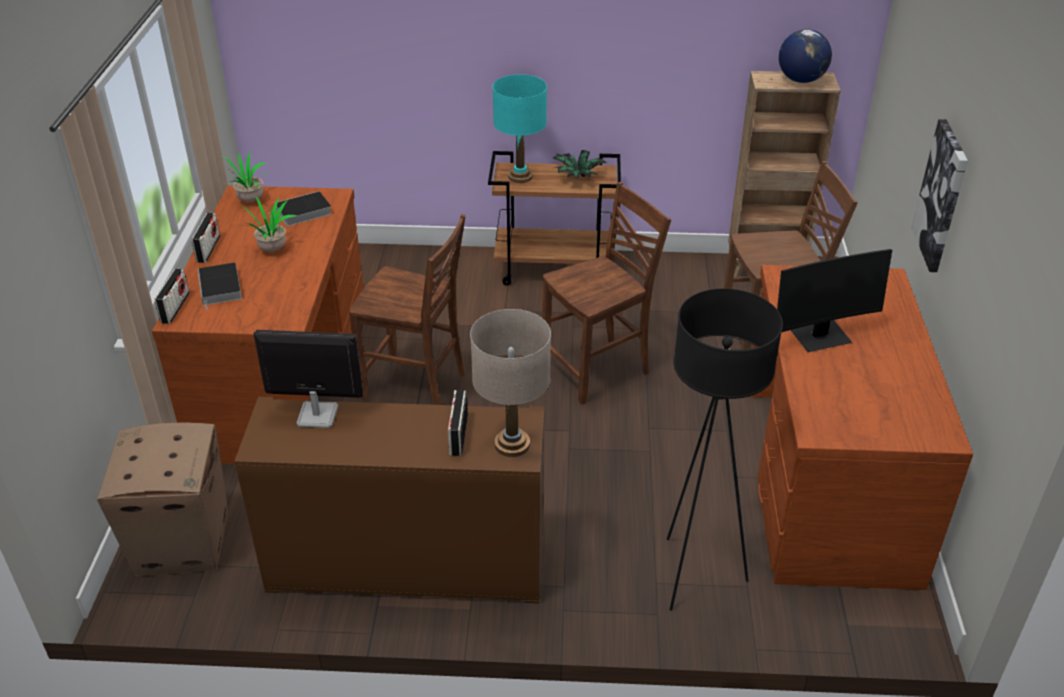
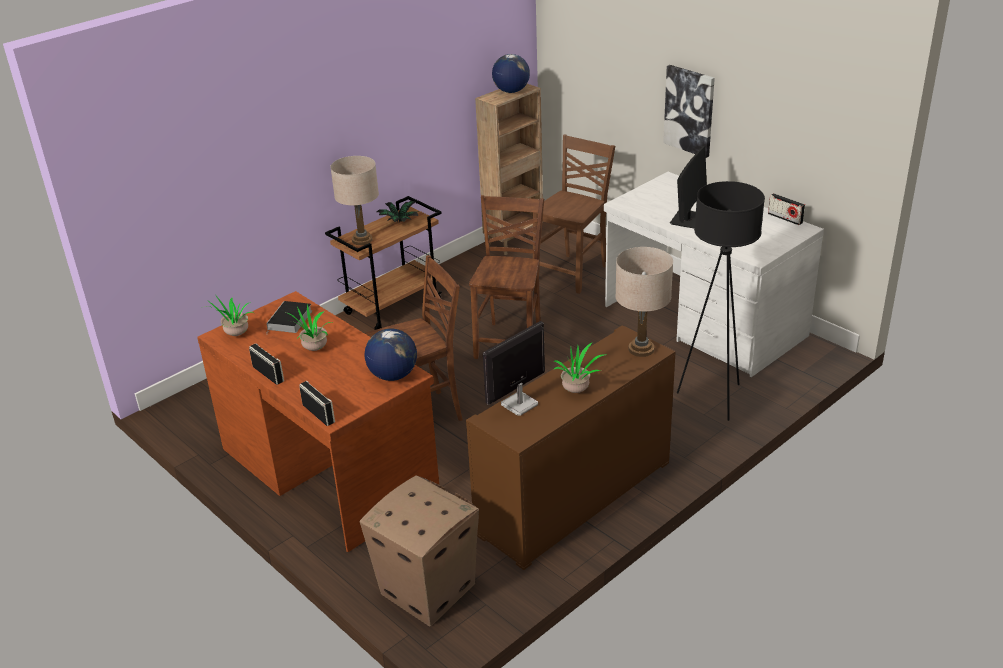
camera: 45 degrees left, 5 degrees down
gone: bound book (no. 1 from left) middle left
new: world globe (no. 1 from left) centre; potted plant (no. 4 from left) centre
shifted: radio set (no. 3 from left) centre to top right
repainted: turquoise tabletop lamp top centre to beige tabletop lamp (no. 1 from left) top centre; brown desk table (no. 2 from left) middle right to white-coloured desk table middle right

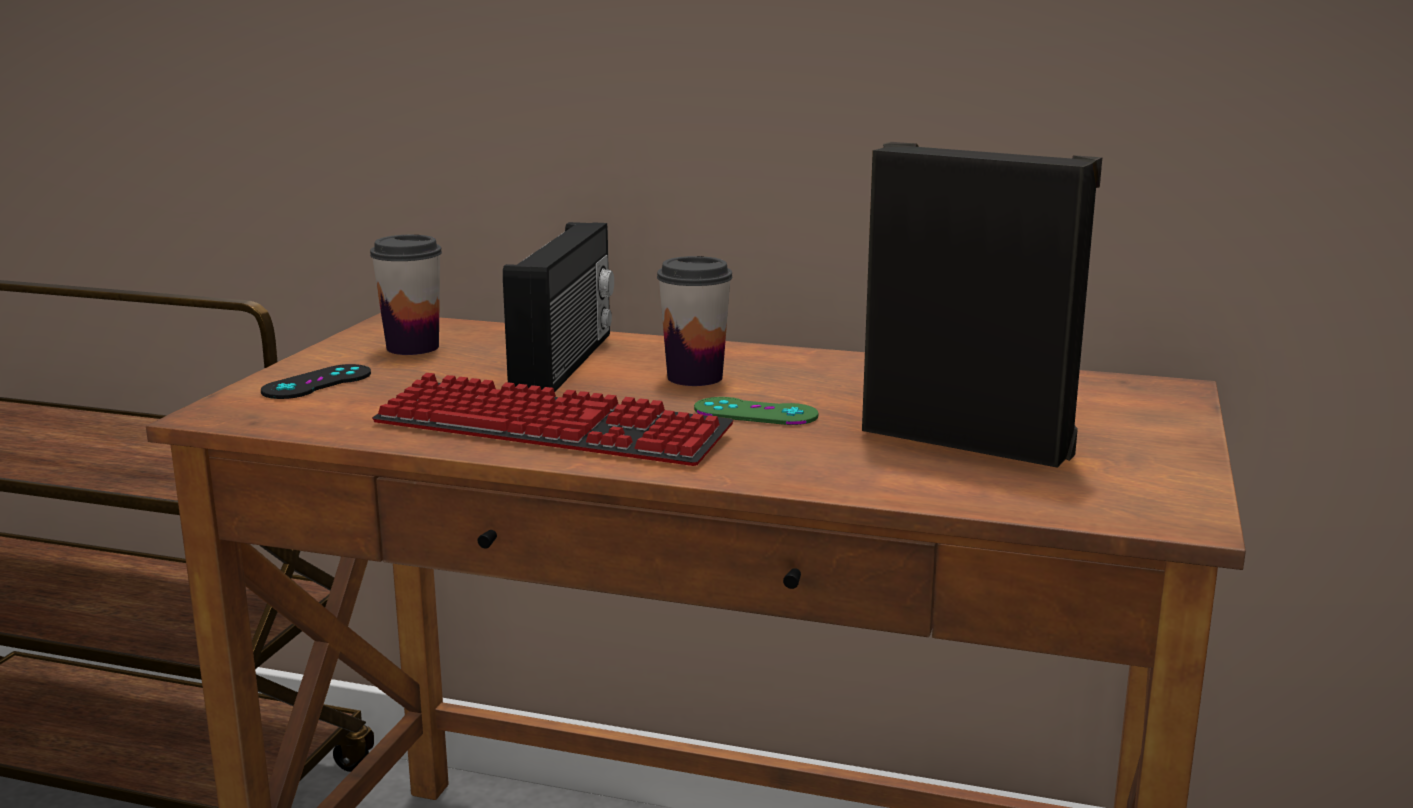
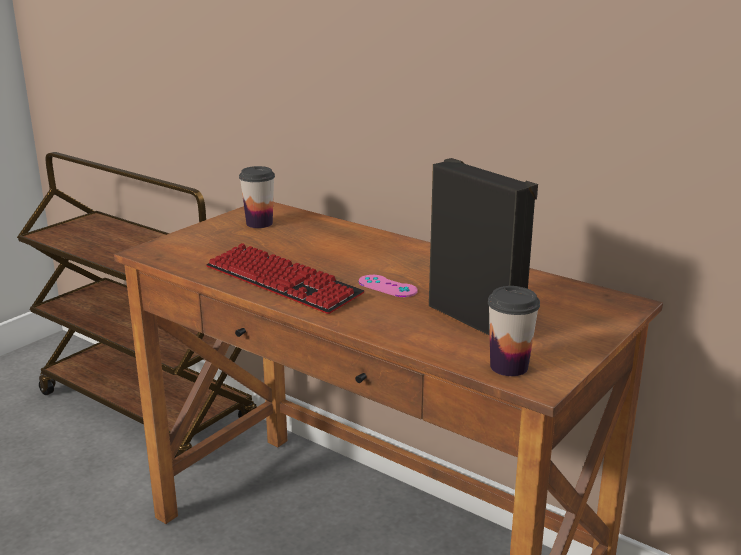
camera: 20 degrees right, 5 degrees up
gone: black game controller middle left; radio set centre
shifted: cup (no. 2 from left) centre to middle right
repainted: green game controller centre to pink game controller centre

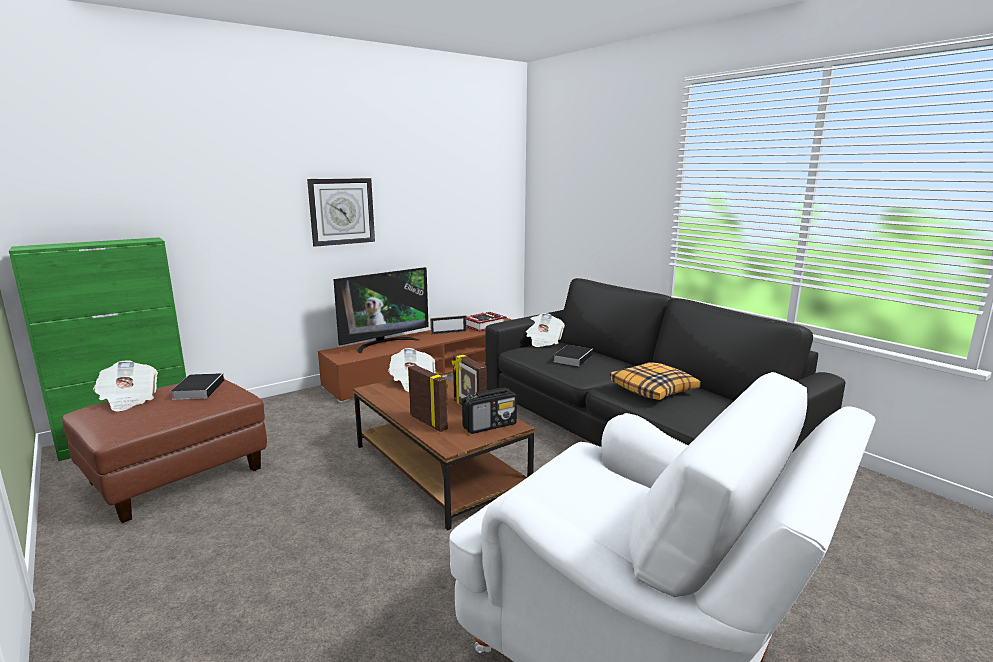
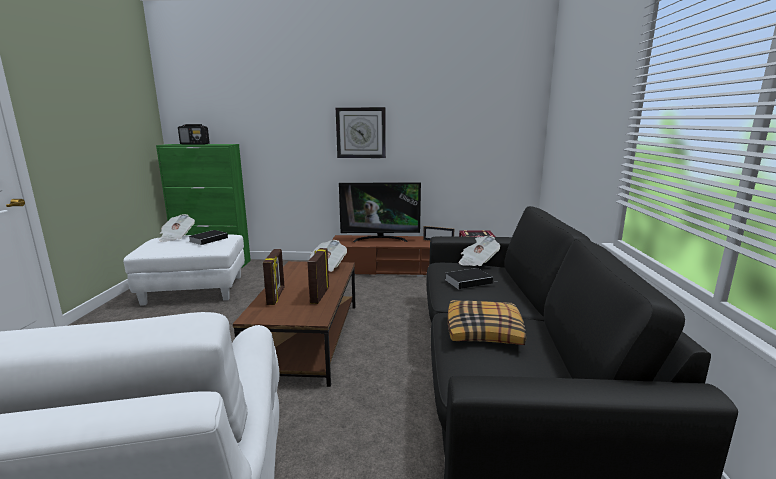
camera: 40 degrees right, 0 degrees up
shifted: radio set centre to top left
repainted: brown pouffe bottom left to white-coloured pouffe middle left

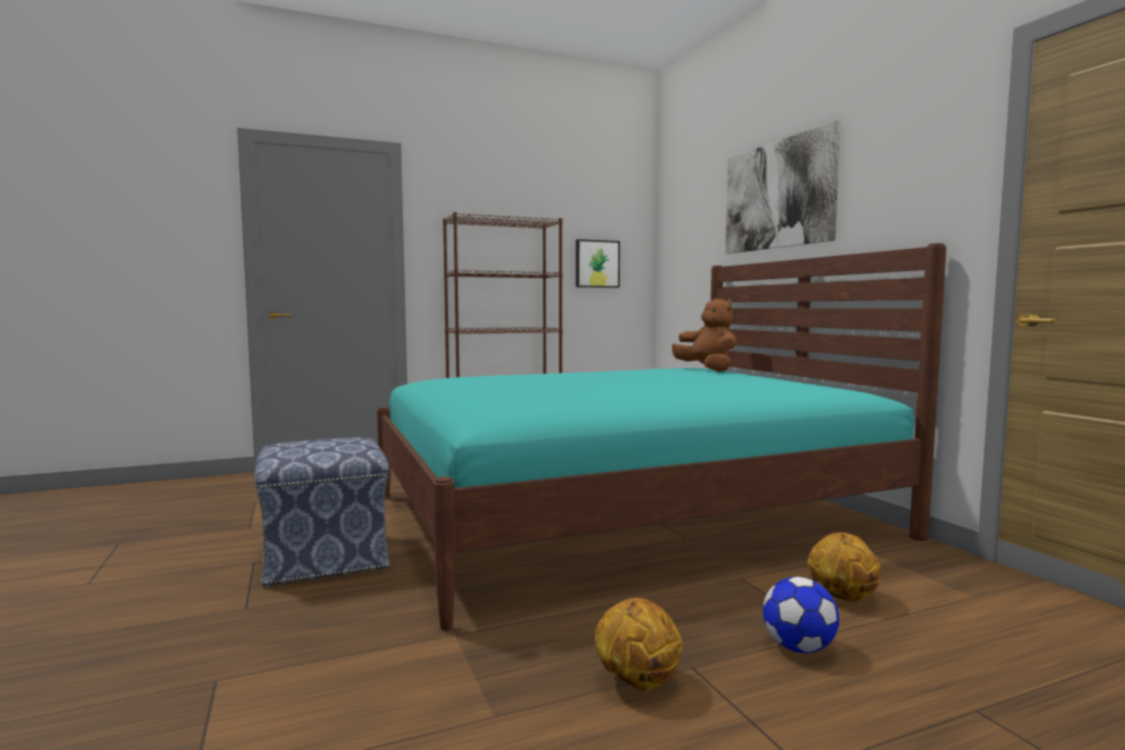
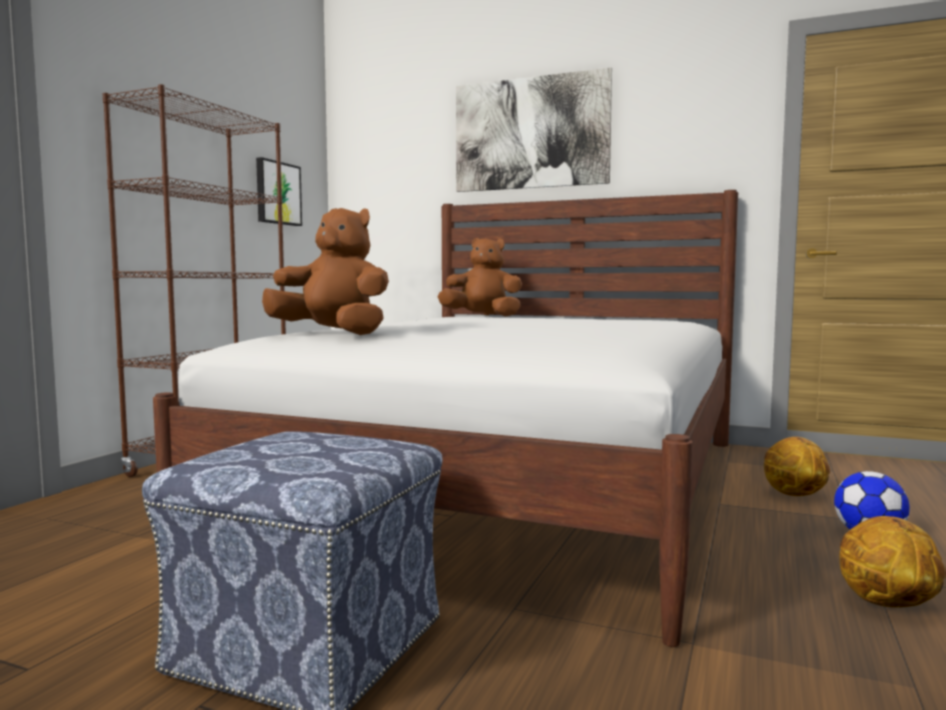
camera: 45 degrees left, 0 degrees up
new: brown plush toy (no. 1 from left) centre
repainted: turquoise bed centre to white-coloured bed centre

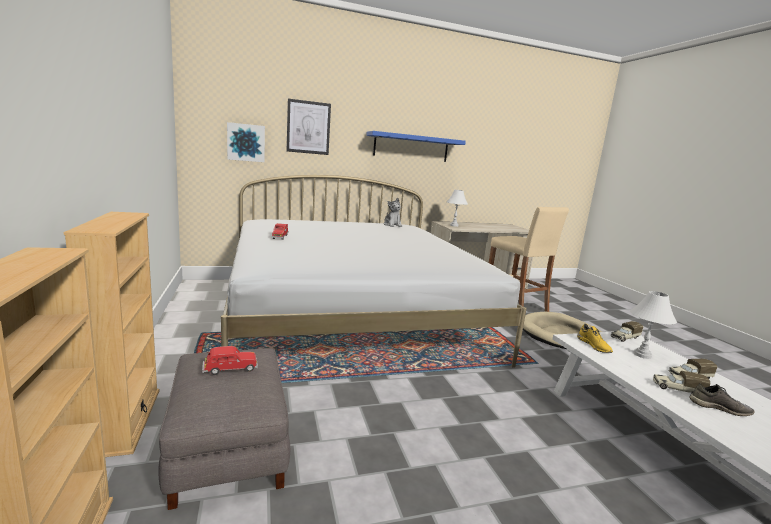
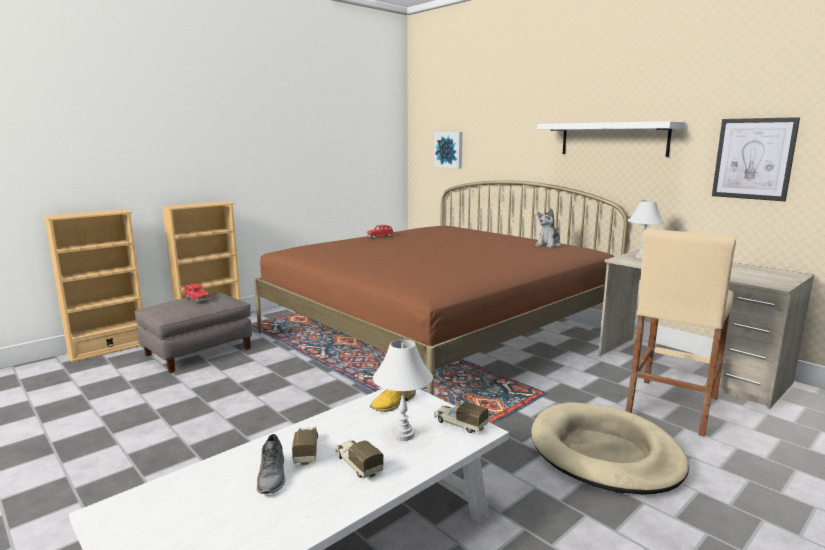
camera: 65 degrees right, 0 degrees up
shifted: wall art (no. 2 from left) top centre to top right
repainted: white-coloured bed centre to brown bed centre; blue-coloured shelf top centre to white-coloured shelf top right

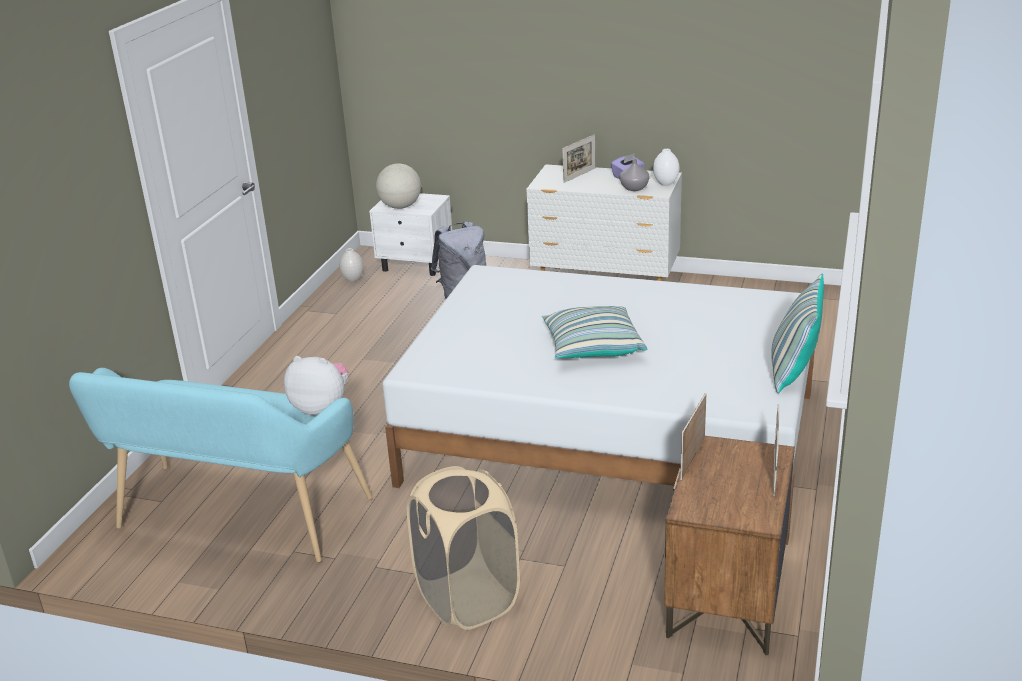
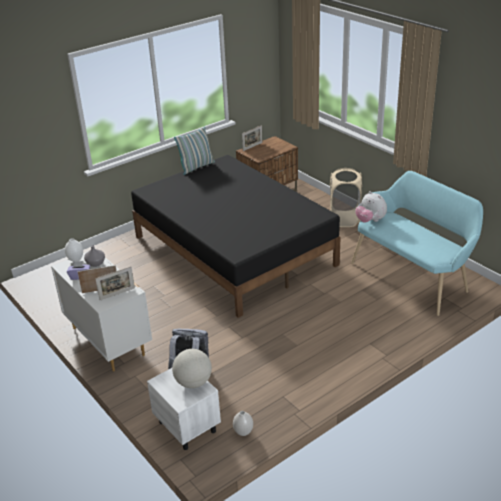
camera: 145 degrees left, 5 degrees up
gone: cushion (no. 1 from left) centre
shifted: standing frame (no. 2 from left) middle right to middle left
repainted: white-coloured bed centre to black bed centre

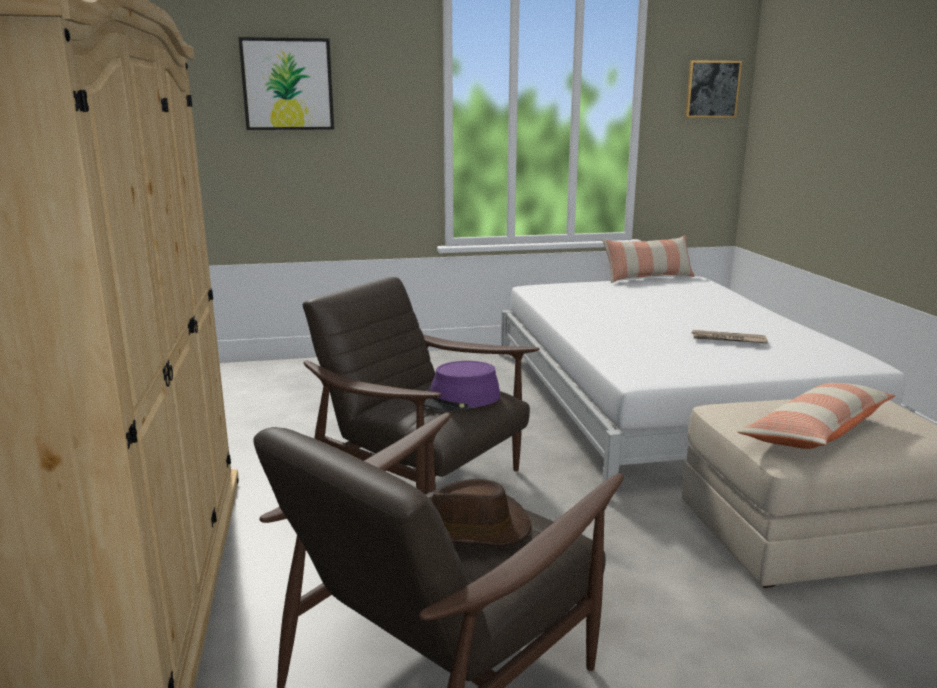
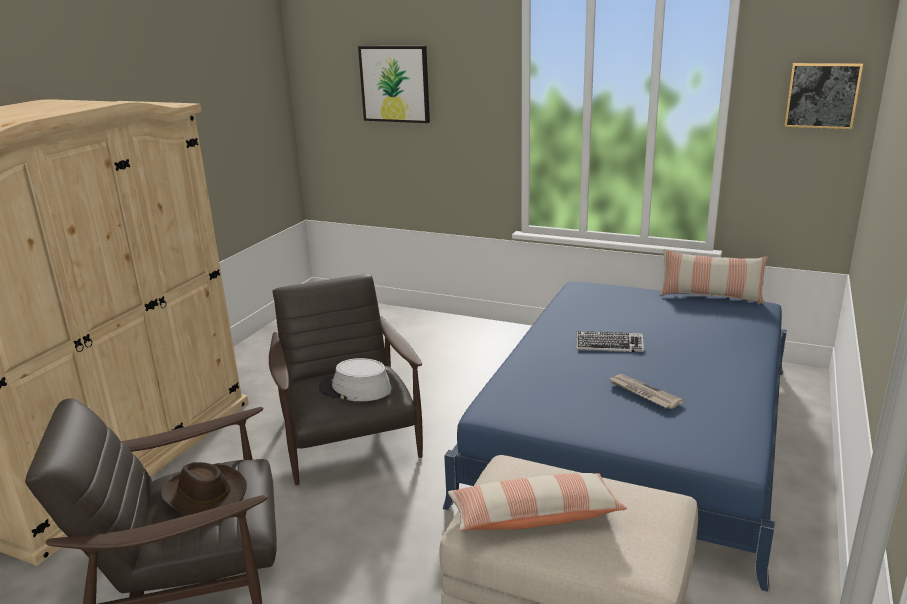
camera: 35 degrees right, 5 degrees up
new: keyboard middle right
repainted: purplish clothing hat centre to gray clothing hat centre; white-coloured bed middle right to blue-coloured bed bottom right

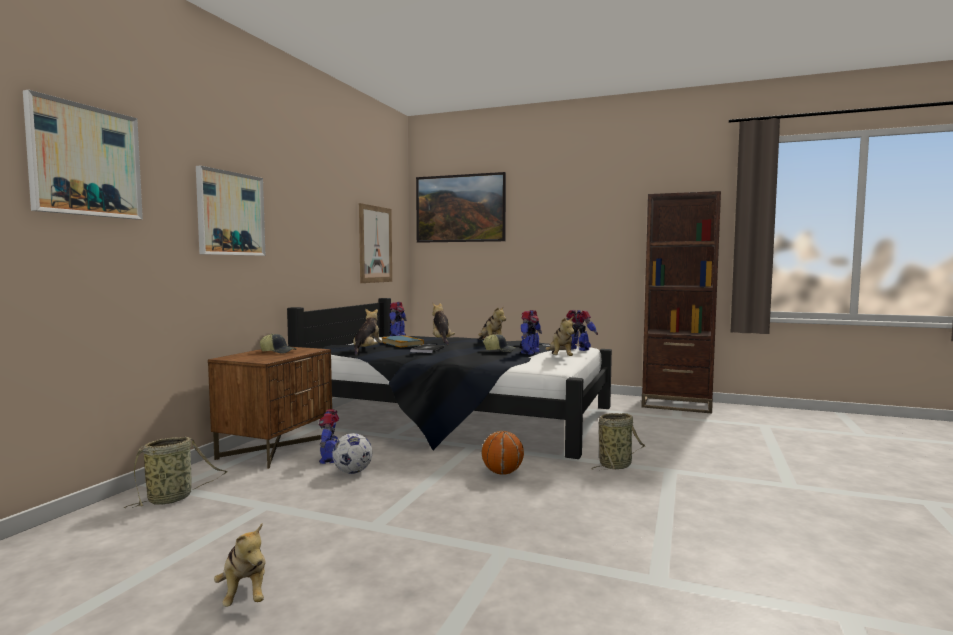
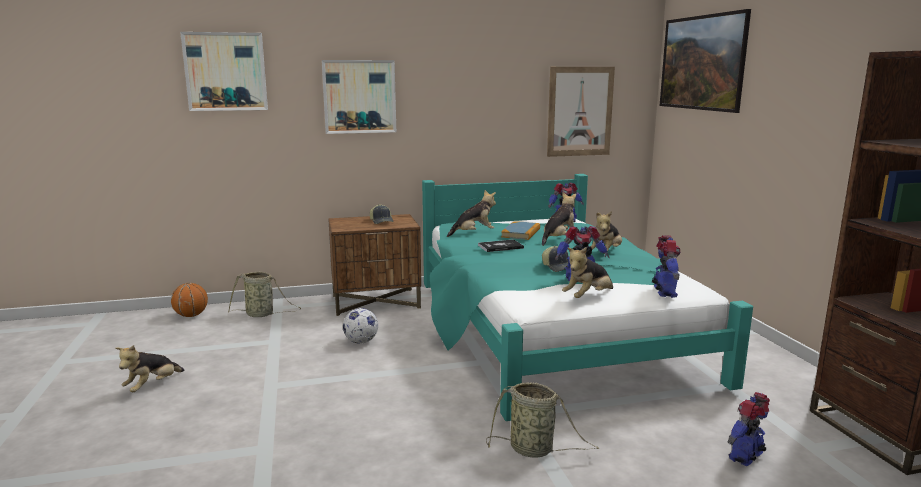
camera: 55 degrees right, 10 degrees up
shifted: toy robot (no. 1 from left in the first image) bottom centre to toy robot (no. 4 from left) bottom right; basketball bottom centre to middle left
repainted: black bed centre to turquoise bed centre

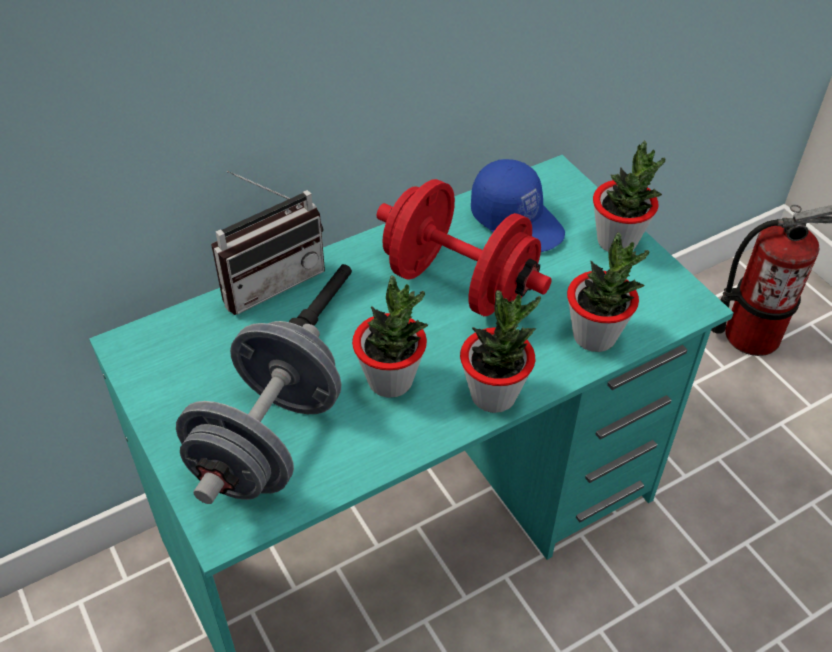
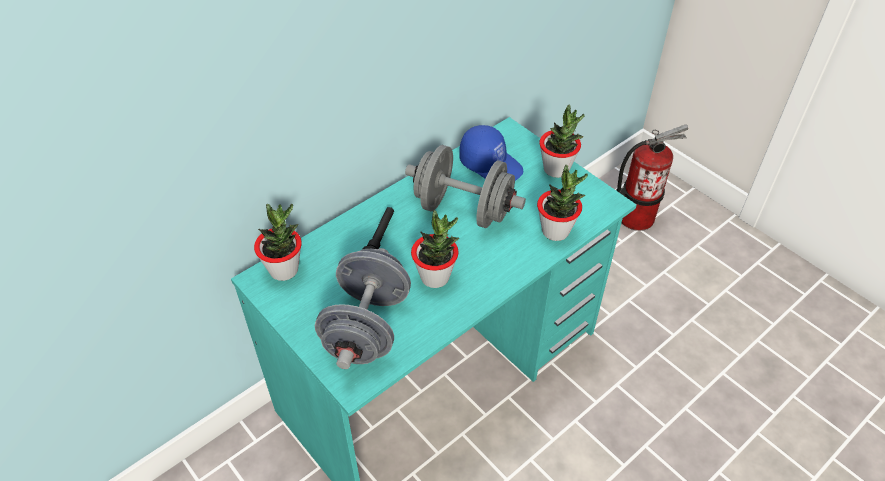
camera: 10 degrees left, 0 degrees up
gone: radio set middle left
shifted: potted plant (no. 2 from left in the first image) centre to potted plant (no. 1 from left) middle left
repainted: red dumbbell centre to gray dumbbell (no. 2 from left) centre

